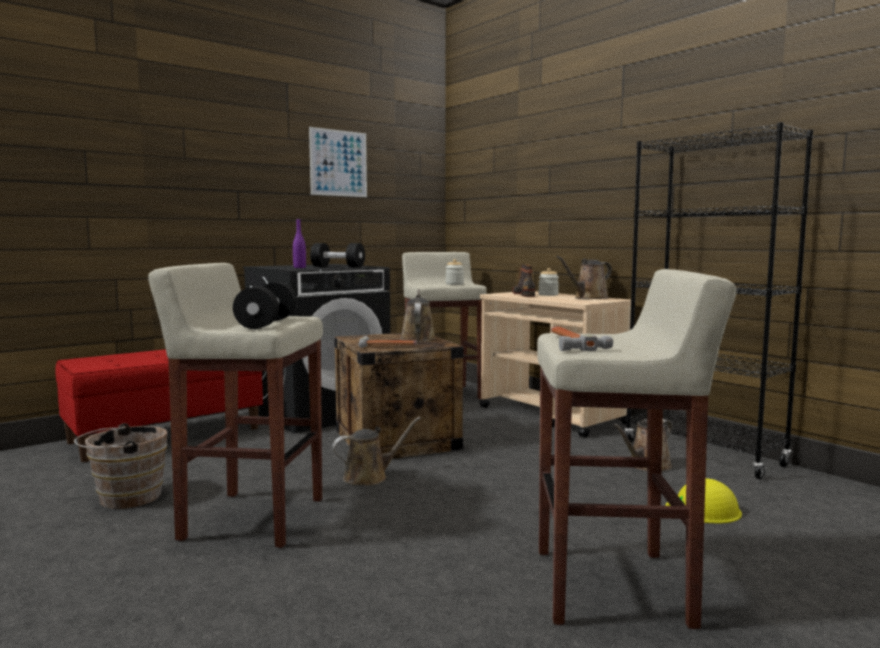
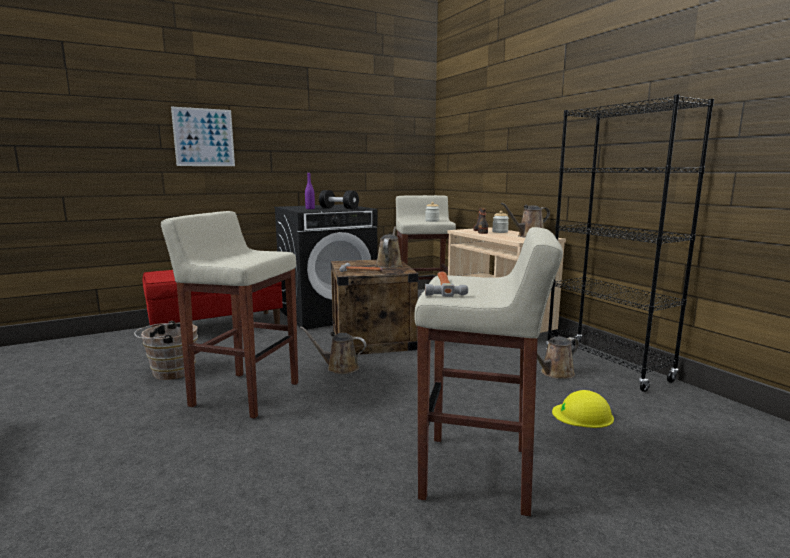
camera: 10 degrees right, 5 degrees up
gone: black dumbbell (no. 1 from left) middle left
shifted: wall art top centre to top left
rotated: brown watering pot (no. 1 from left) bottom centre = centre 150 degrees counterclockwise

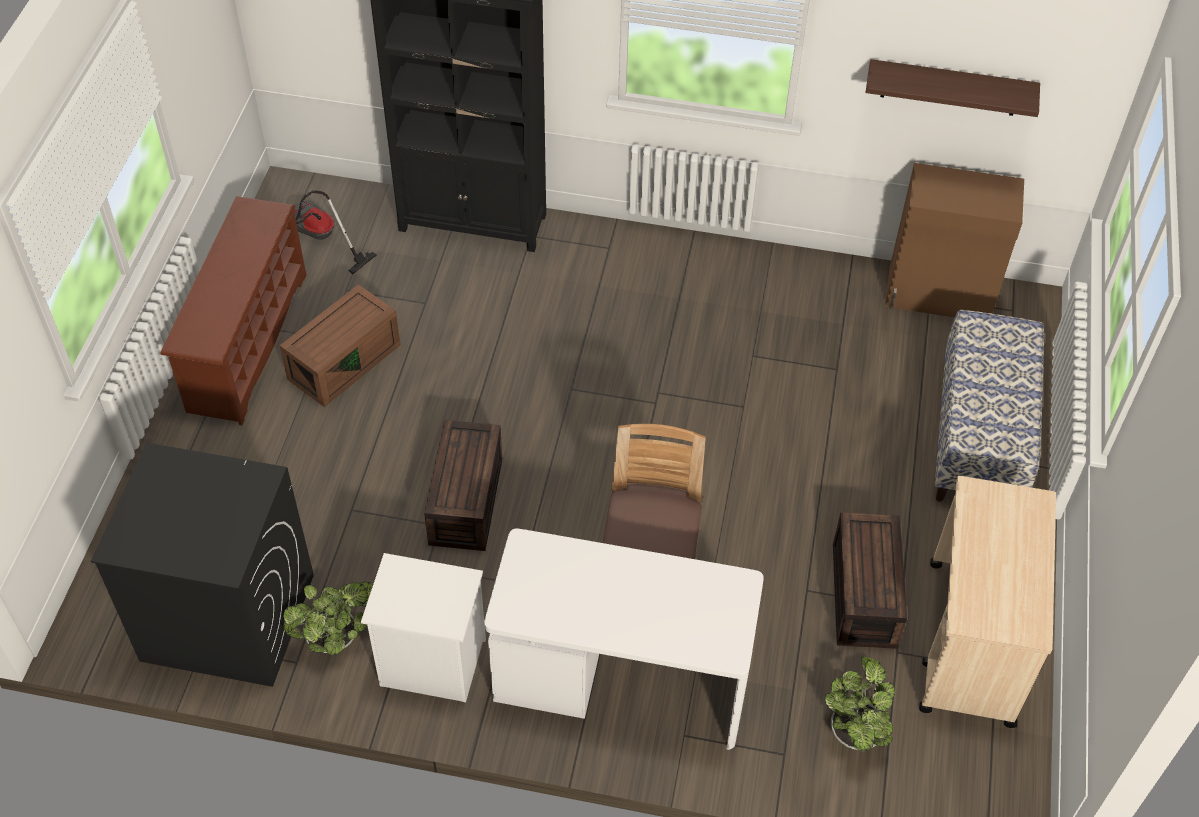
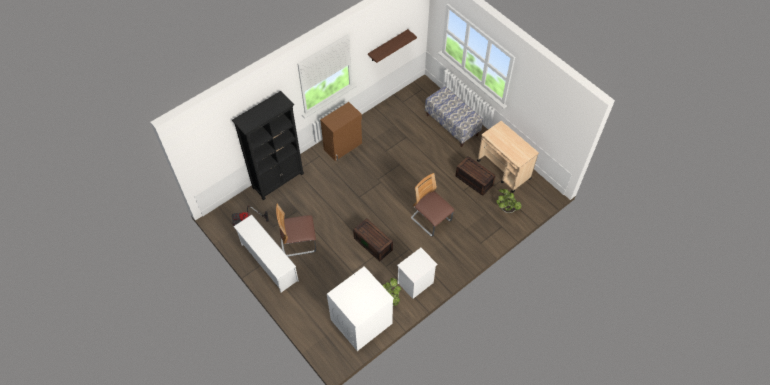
camera: 50 degrees left, 5 degrees up
gone: white-coloured desk table bottom centre
shifted: brown cabinet top right to centre
swapped: brown storage bin (no. 1 from left) middle left to chair (no. 1 from left) centre
repainted: black washing machine bottom left to white-coloured washing machine bottom centre; brown shoe shelf middle left to white-coloured shoe shelf centre

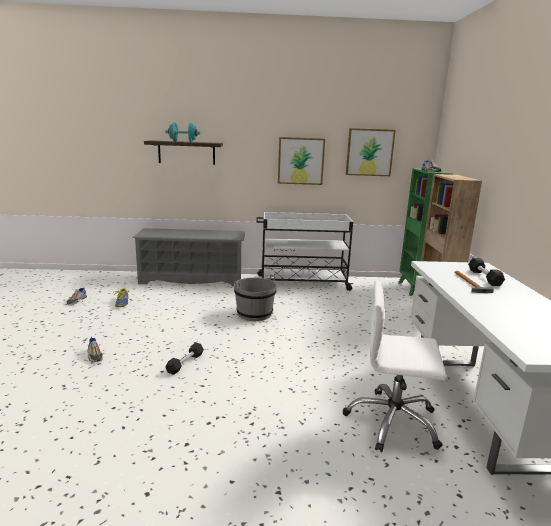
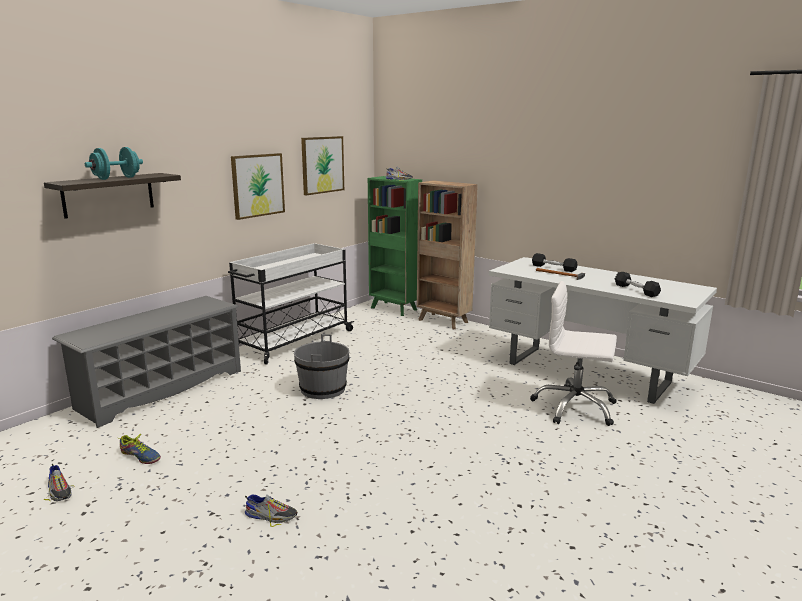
camera: 50 degrees left, 0 degrees up
shifted: black dumbbell (no. 1 from left in the first image) bottom centre to black dumbbell (no. 2 from left) middle right
rotated: white-coloured computer chair bottom right = middle right 60 degrees clockwise

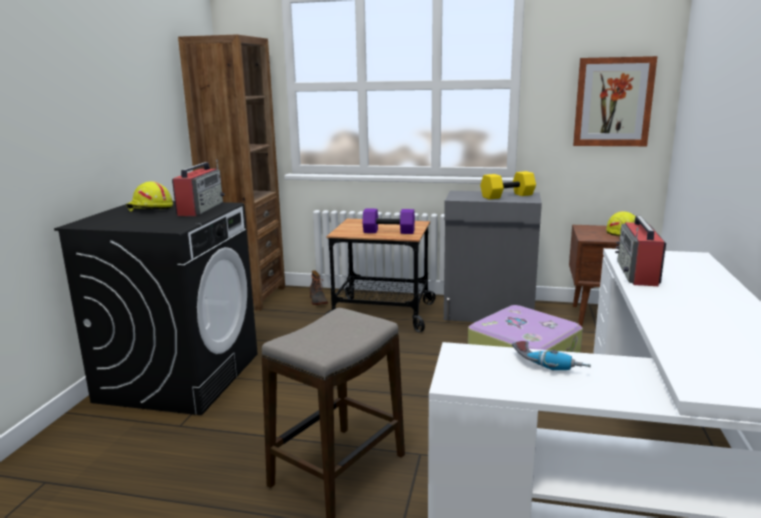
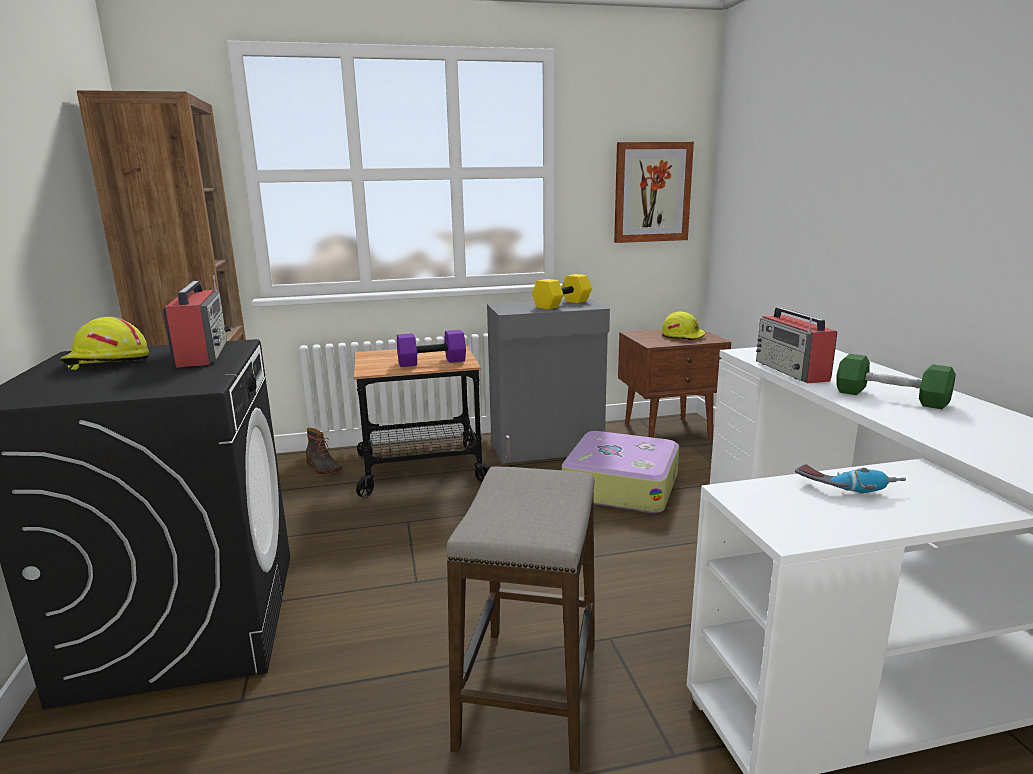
camera: 25 degrees left, 0 degrees up
new: green dumbbell middle right

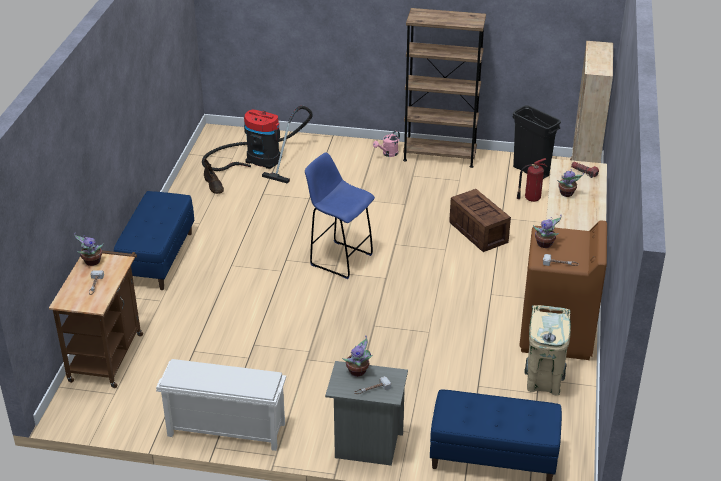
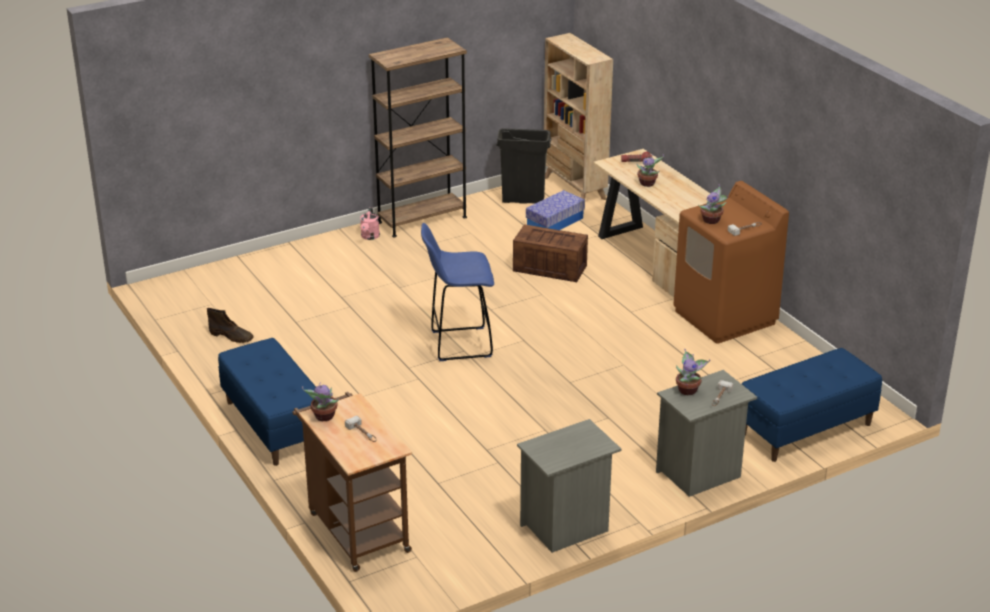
camera: 40 degrees left, 5 degrees down
gone: hoover top centre; beige trash can bottom right
swapped: white-coloured shoe shelf bottom left to gray night table (no. 1 from left) bottom centre; extinguisher middle right to storage bin centre

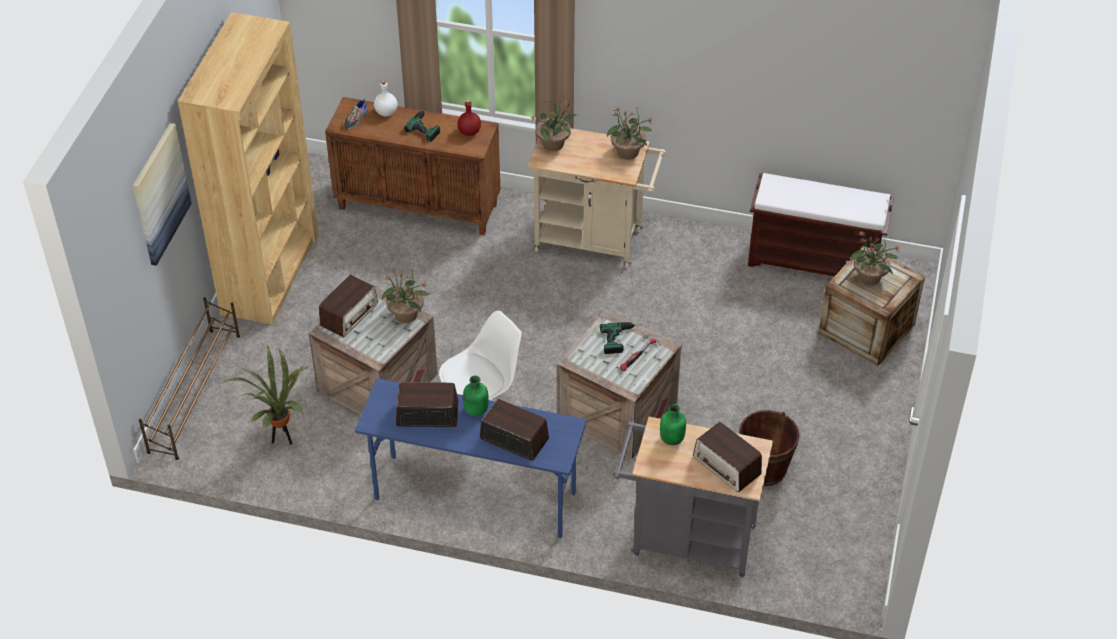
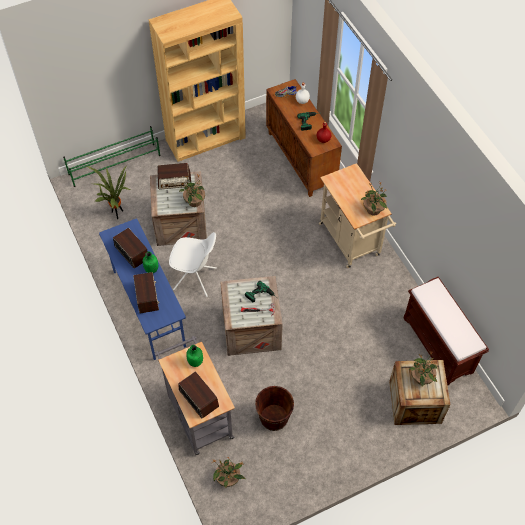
camera: 50 degrees right, 10 degrees up
gone: wall art top left
shifted: potted plant (no. 3 from left) top centre to bottom centre
repainted: brown shoe shelf middle left to green shoe shelf top left
rotated: radio set (no. 4 from left) bottom centre = bottom centre 135 degrees clockwise

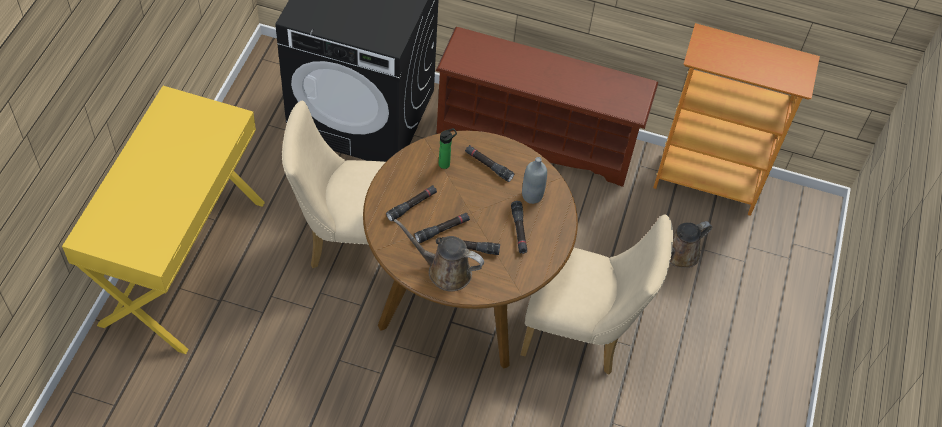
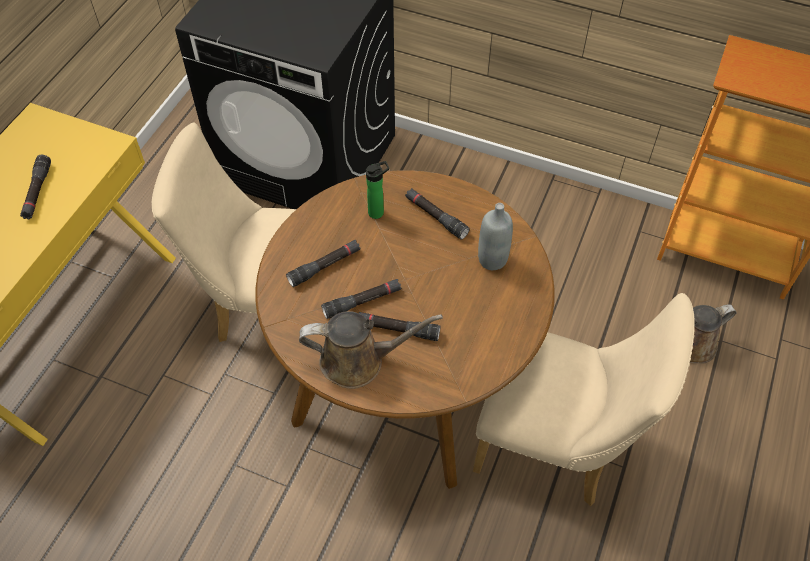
camera: 10 degrees right, 0 degrees up
gone: brown shoe shelf top centre
shifted: black torch (no. 5 from left in the first image) centre to black torch (no. 1 from left) middle left
rotated: brown watering pot (no. 1 from left) centre = centre 150 degrees clockwise

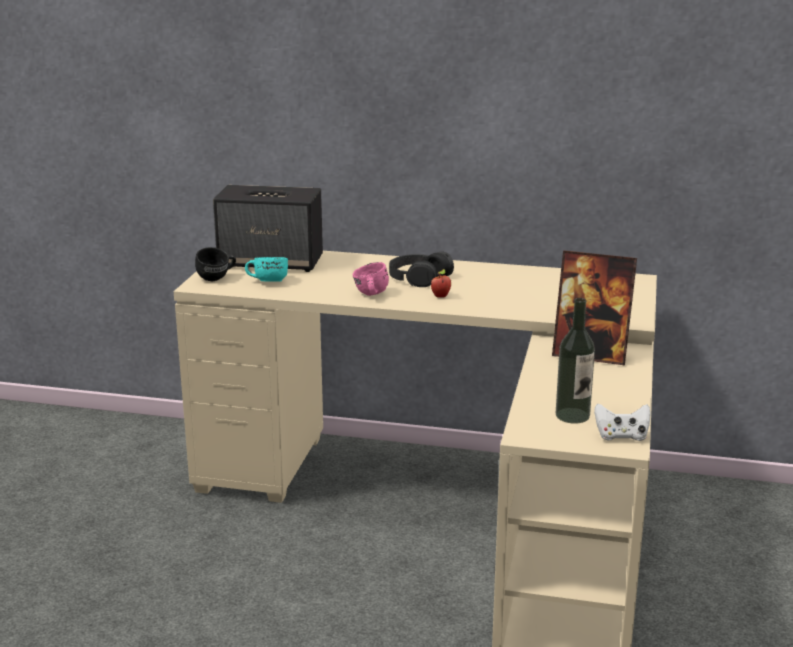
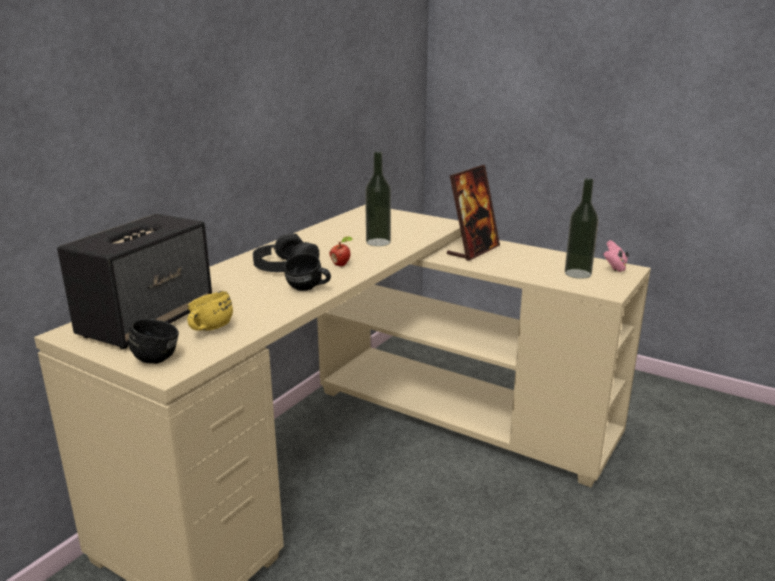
camera: 70 degrees left, 0 degrees up
new: beverage bottle (no. 1 from left) centre
repainted: turquoise coffee mug centre to yellowish coffee mug middle left; pink coffee mug centre to black coffee mug (no. 2 from left) centre; white-coloured game controller middle right to pink game controller middle right

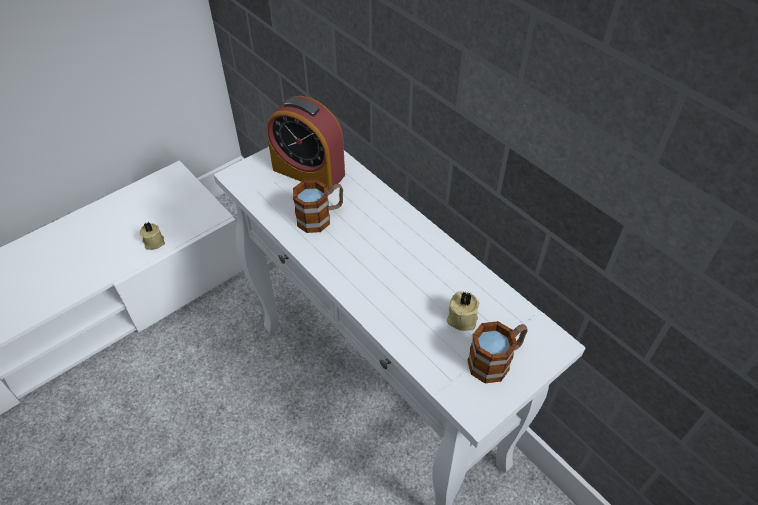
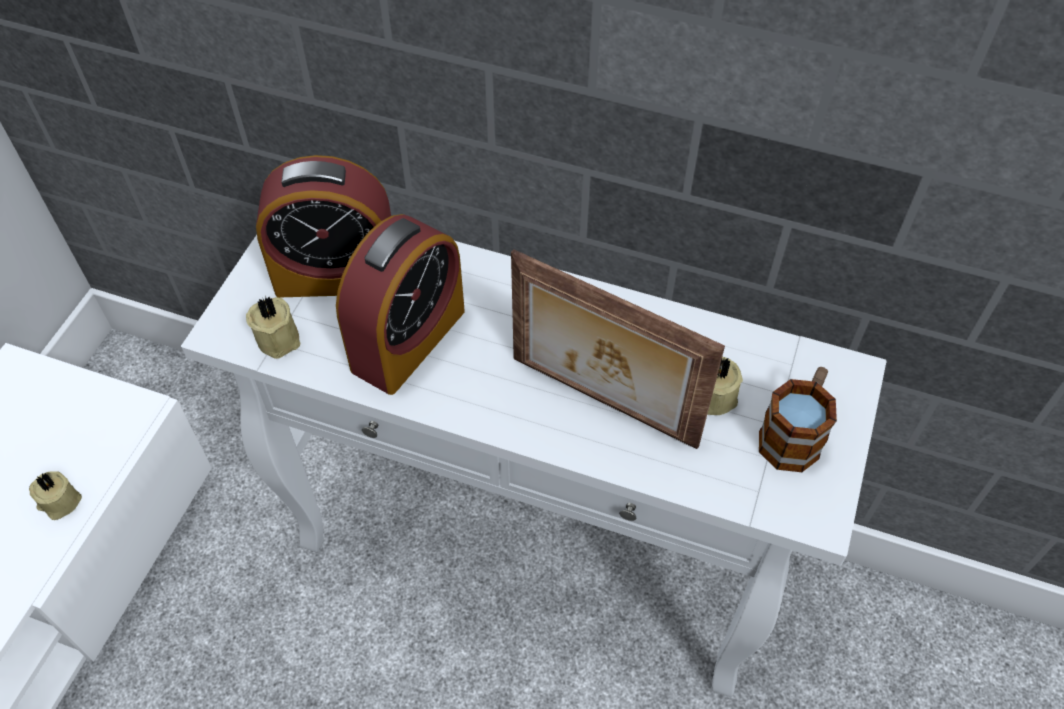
camera: 30 degrees left, 5 degrees up
new: beige wax candle (no. 2 from left) middle left; standing frame centre
swapped: coffee mug (no. 1 from left) centre to bedside clock (no. 2 from left) centre

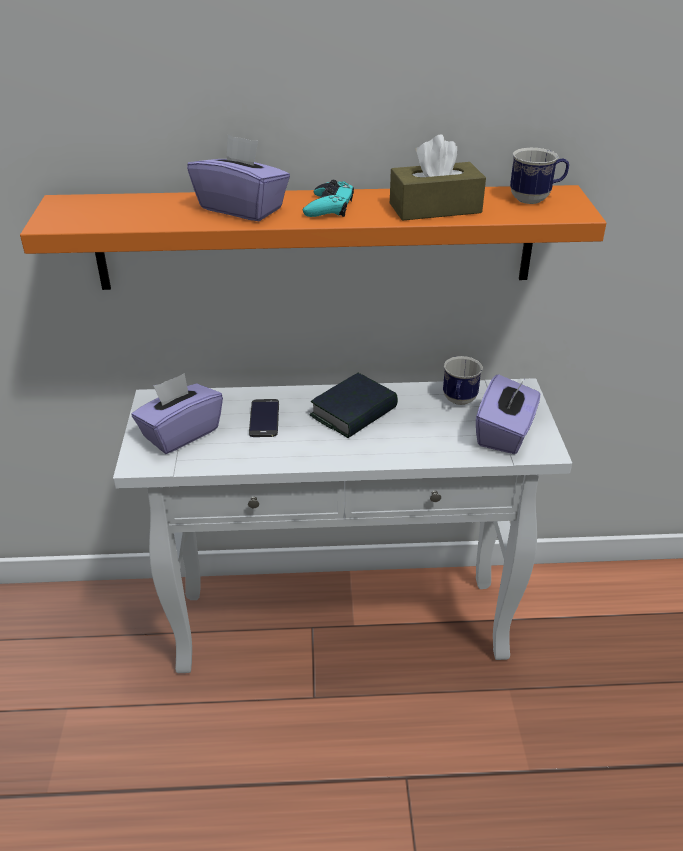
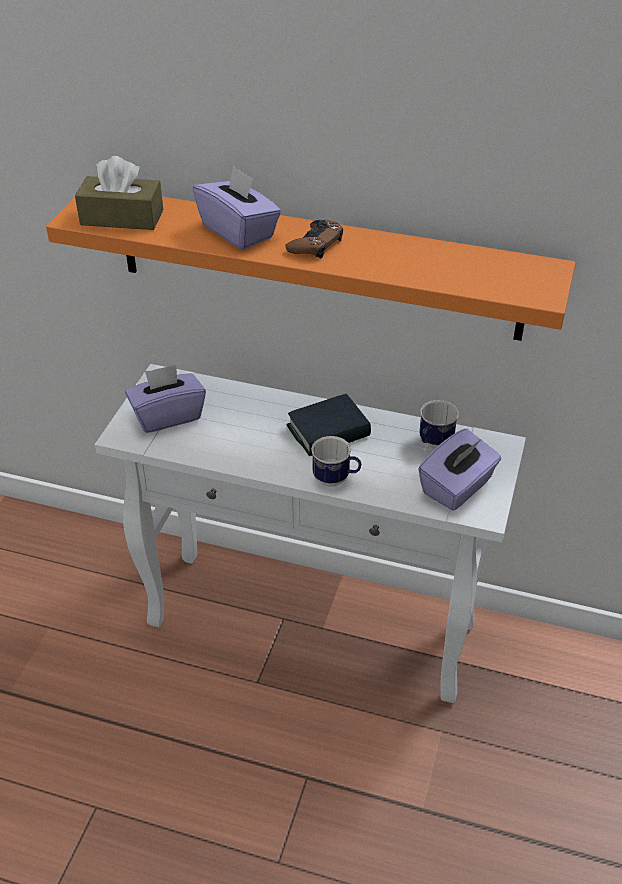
camera: 20 degrees right, 5 degrees up
gone: telephone centre
shifted: brown box of tissues top centre to top left; coffee mug (no. 2 from left in the first image) top right to coffee mug (no. 1 from left) centre
repainted: turquoise game controller top centre to brown game controller top centre

